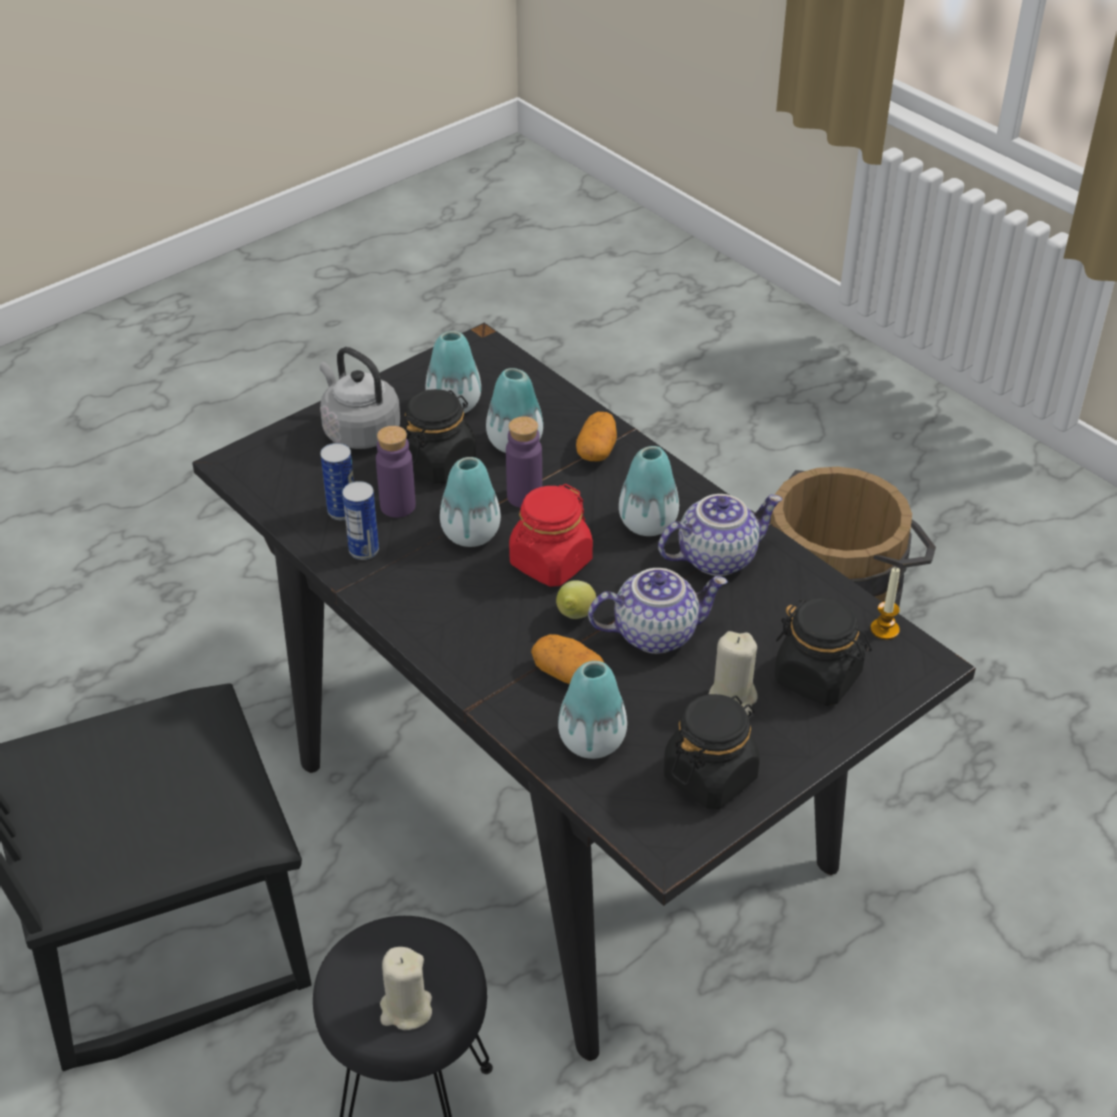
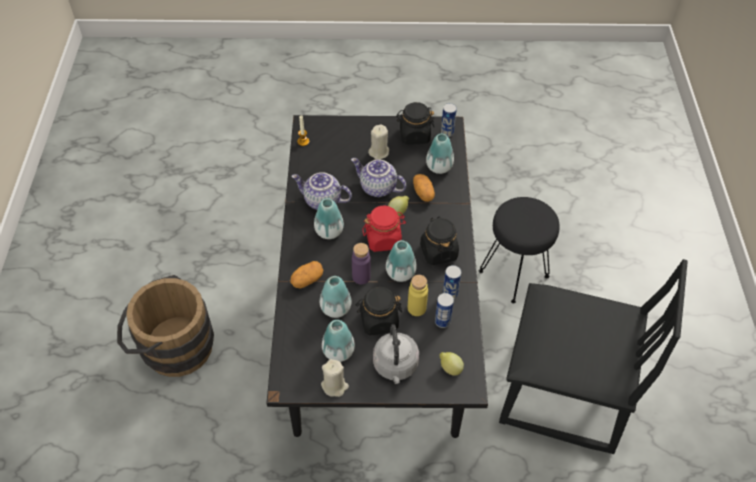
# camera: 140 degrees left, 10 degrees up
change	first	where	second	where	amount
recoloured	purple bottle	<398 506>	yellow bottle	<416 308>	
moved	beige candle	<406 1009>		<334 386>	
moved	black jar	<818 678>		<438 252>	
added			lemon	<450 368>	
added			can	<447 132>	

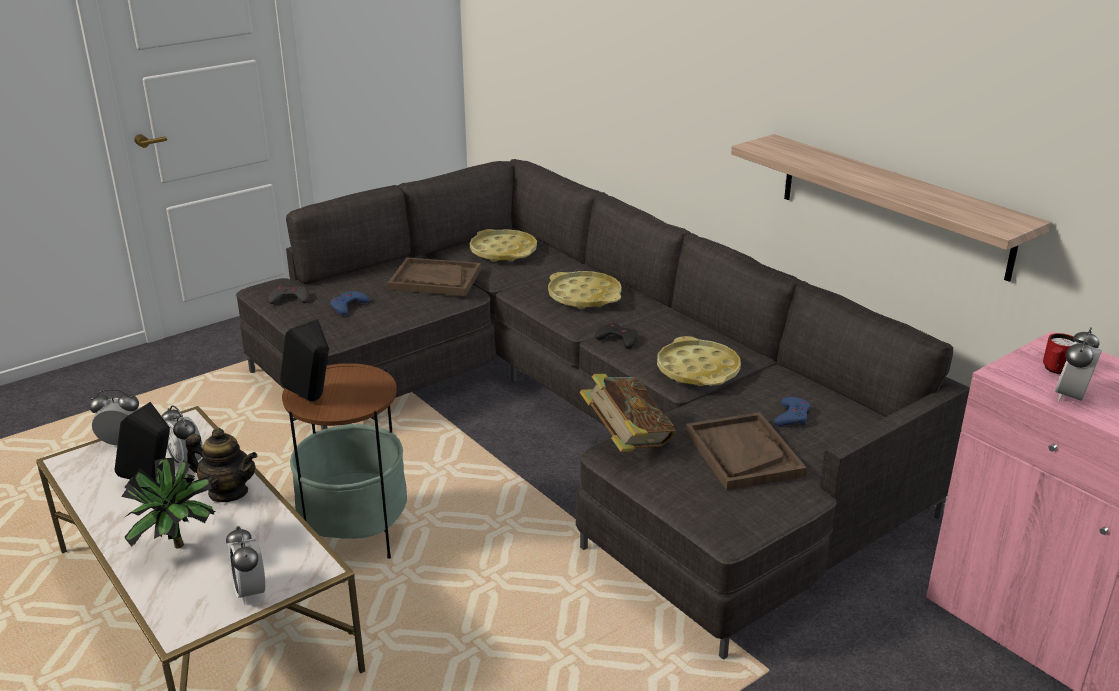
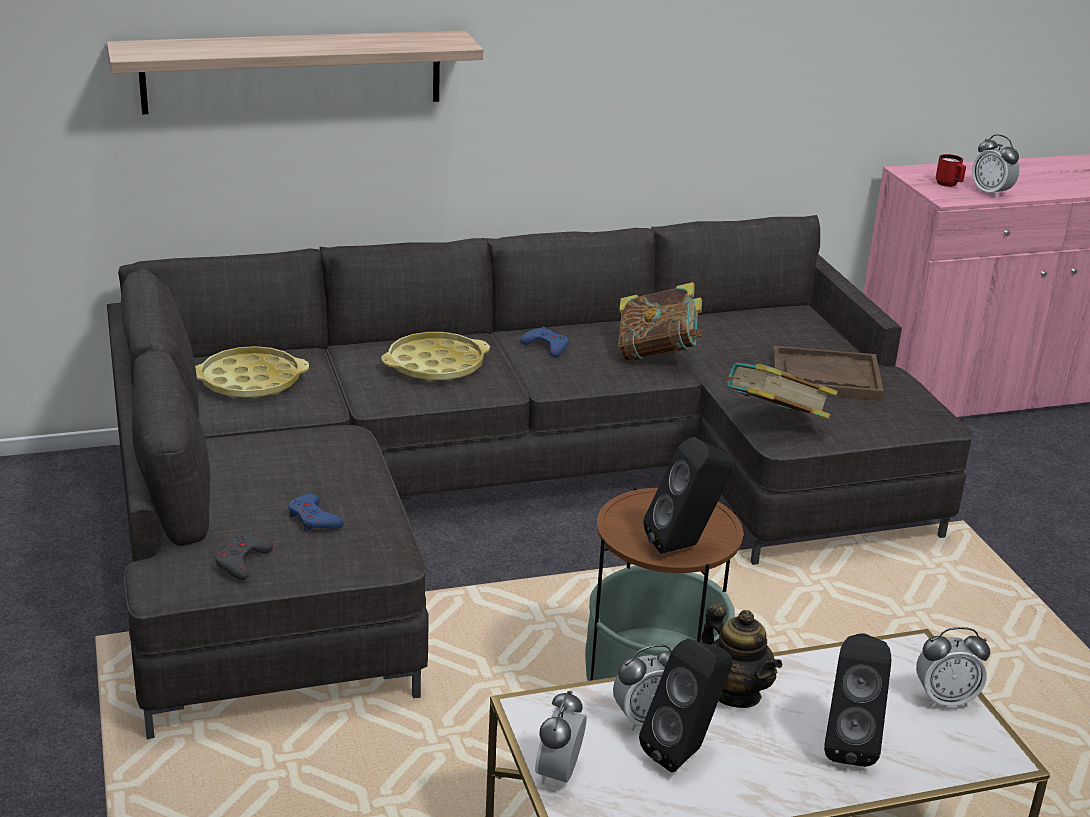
# camera: 70 degrees left, 0 degrees up
change	first	where	second	where	amount
replaced	potted plant	<178 550>	black speaker	<848 744>	
turned	teapot	<228 492>		<735 693>	105 degrees clockwise
removed	brown tray	<435 279>			
removed	black game controller	<618 339>			
replaced	yellow tray	<698 370>	book	<657 354>	
moved	shelf	<893 205>		<293 71>	
moved	blue game controller	<792 416>		<546 346>	

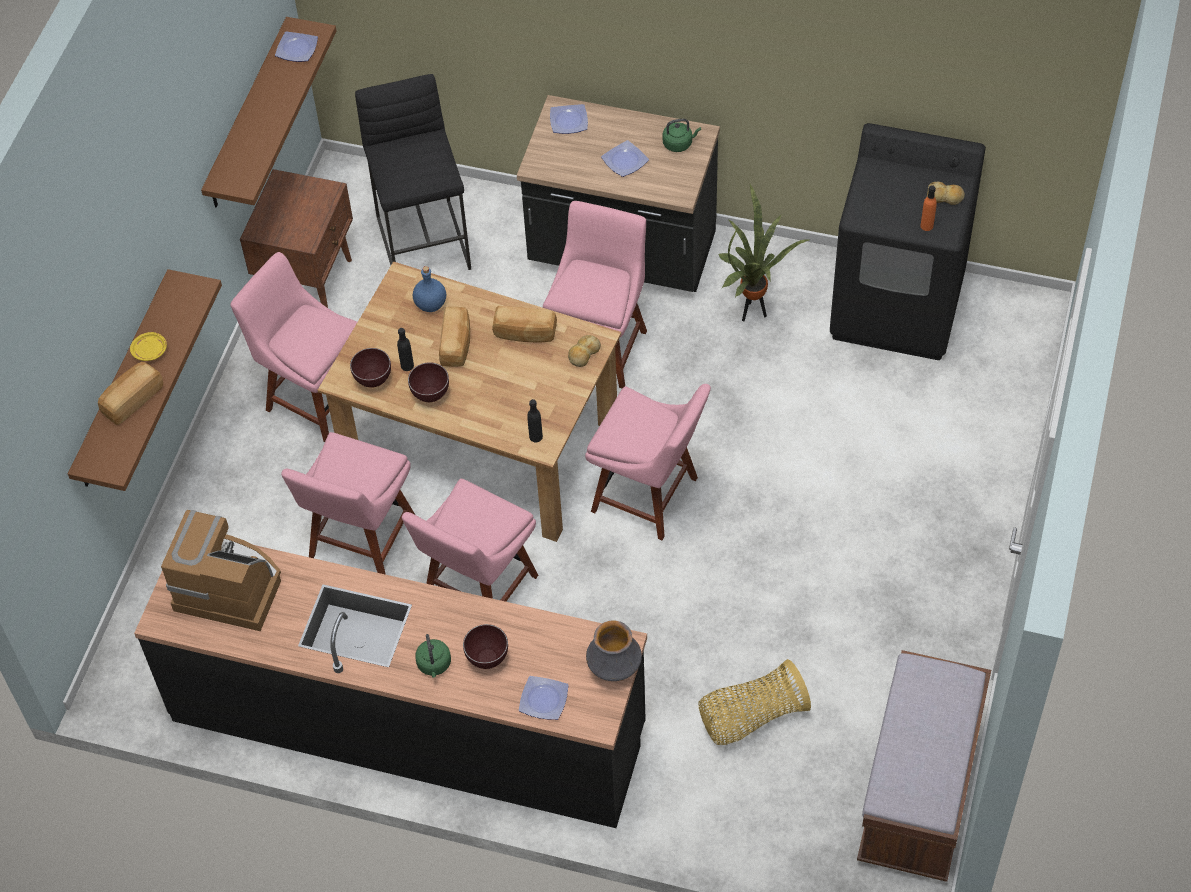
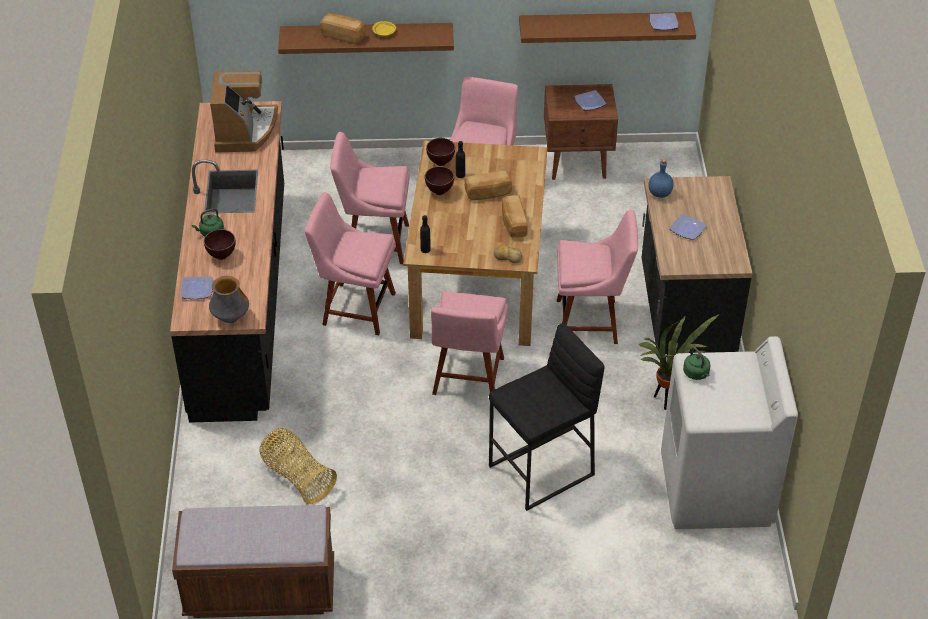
# camera: 70 degrees right, 10 degrees down
change	first	where	second	where	amount
moved	black stool	<425 243>		<542 471>	
moved	blue bottle	<431 305>		<659 193>	
moved	plate	<569 122>		<589 103>	
moved	green kettle	<679 143>		<696 374>	
recoloured	black washing machine	<898 306>	white washing machine	<716 490>	
removed	orange bottle	<926 226>			
removed	bread	<945 197>			

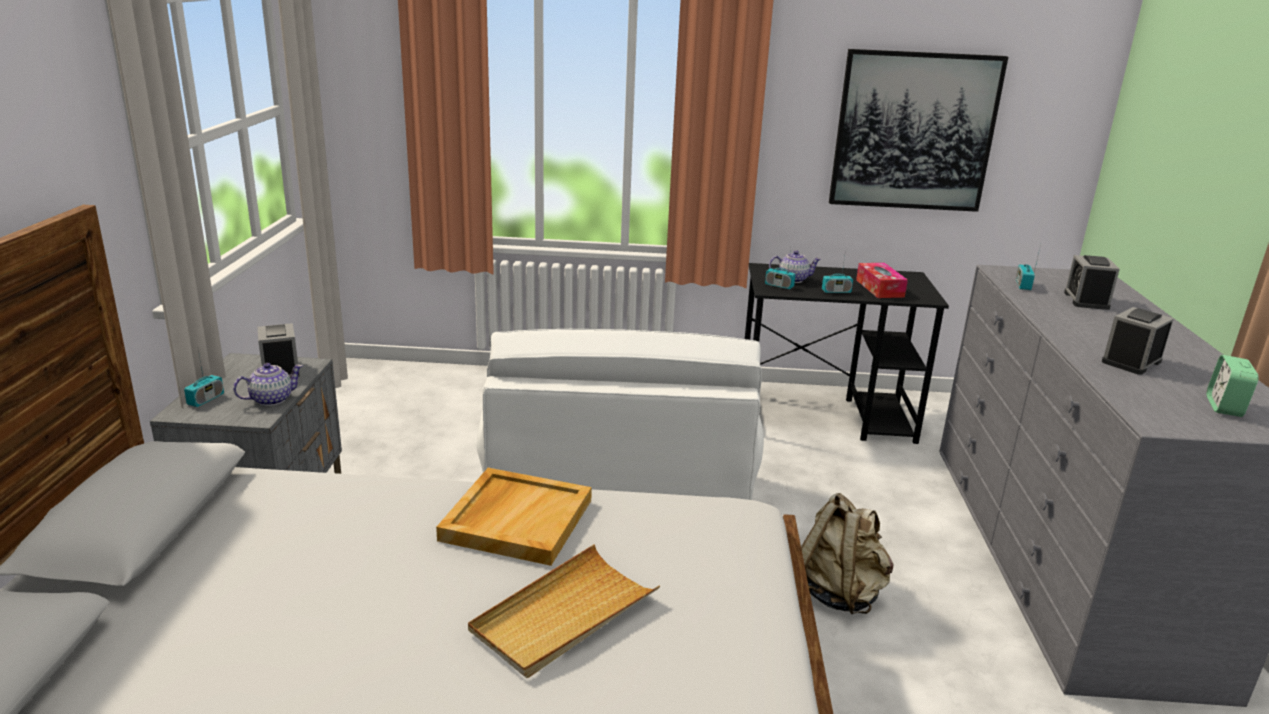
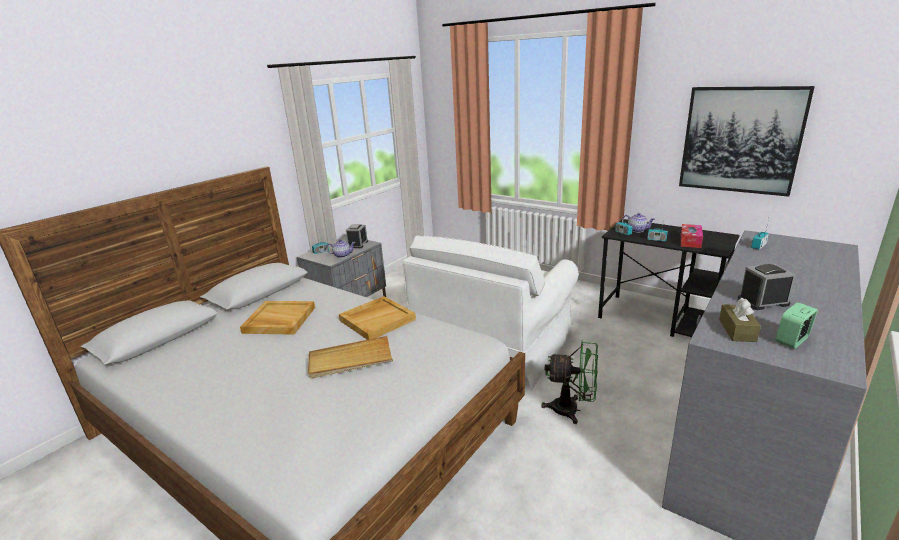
# camera: 35 degrees right, 0 degrees up
change	first	where	second	where	amount
replaced	beige backpack	<839 593>	green fan	<572 410>	
removed	alarm clock	<1086 300>			
added			beige tray	<279 320>	
added			brown tissue box	<737 330>	

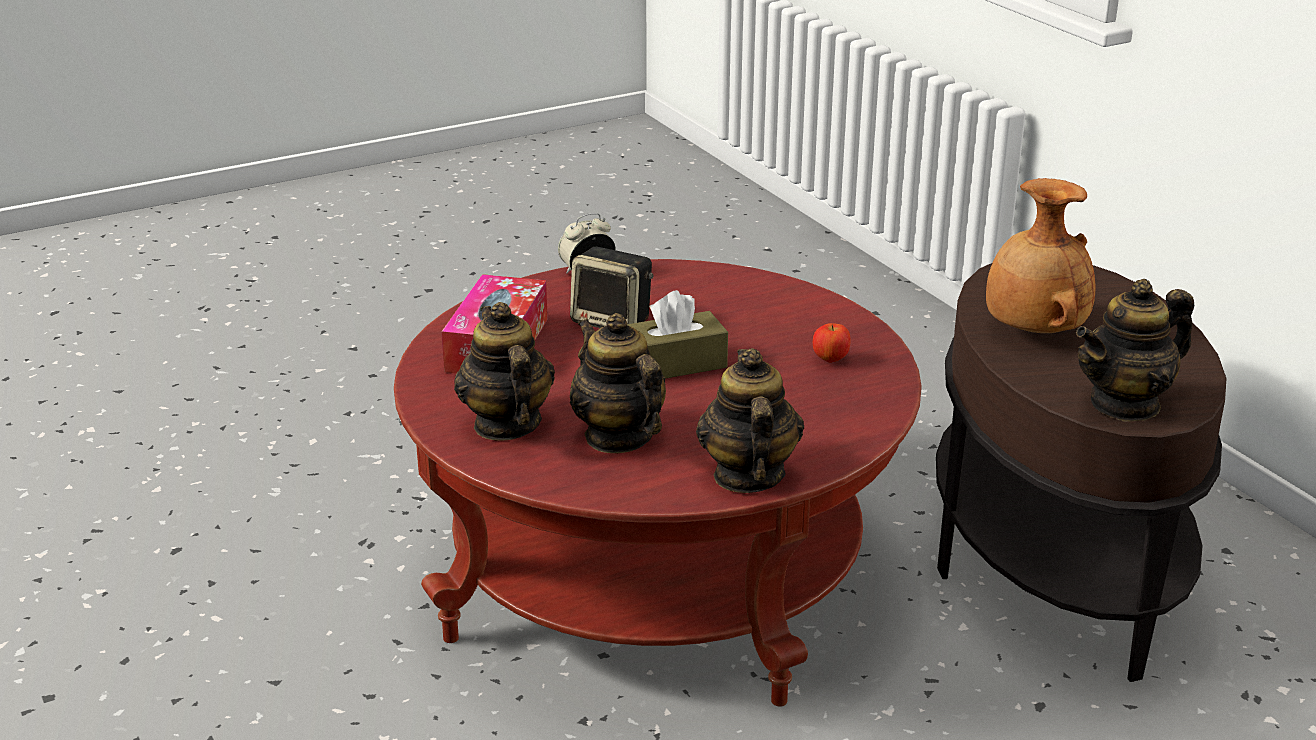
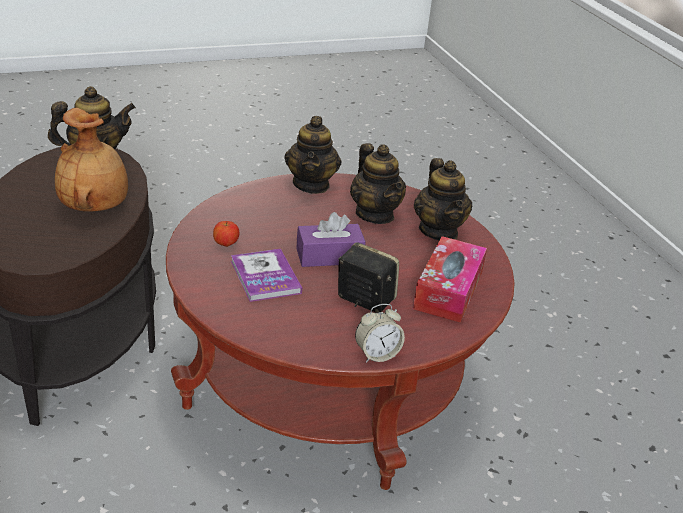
# camera: 175 degrees left, 5 degrees up
change	first	where	second	where	amount
recoloured	brown tissue box	<675 364>	purple tissue box	<329 256>	
added			book	<265 277>	

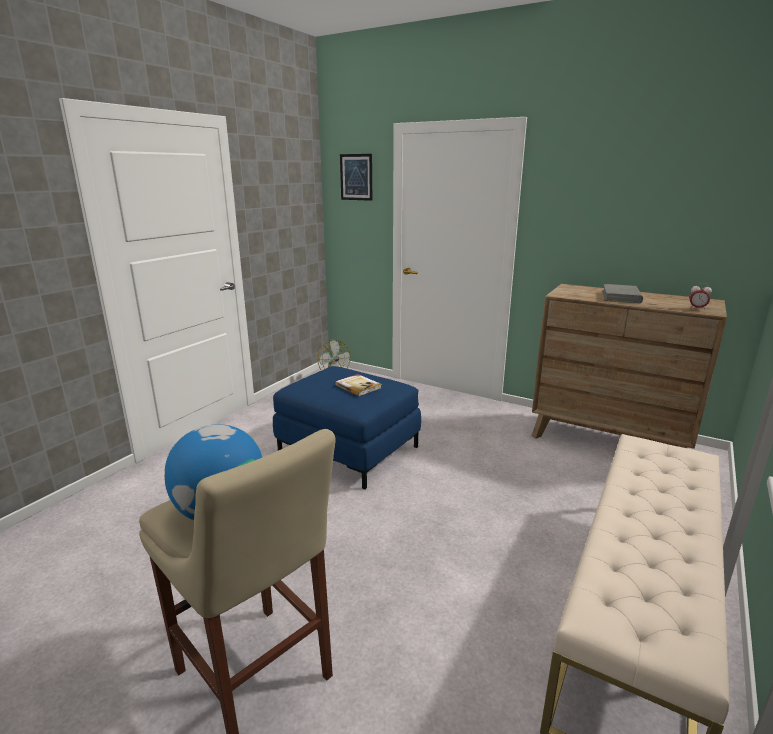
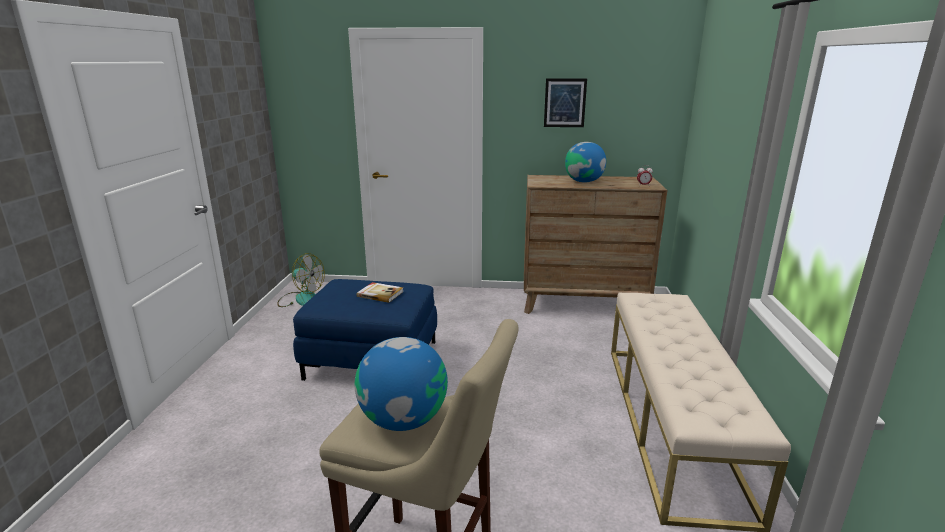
# camera: 25 degrees left, 0 degrees up
change	first	where	second	where	amount
moved	picture	<356 177>		<565 103>	
replaced	grey book	<621 297>	globe	<584 181>	

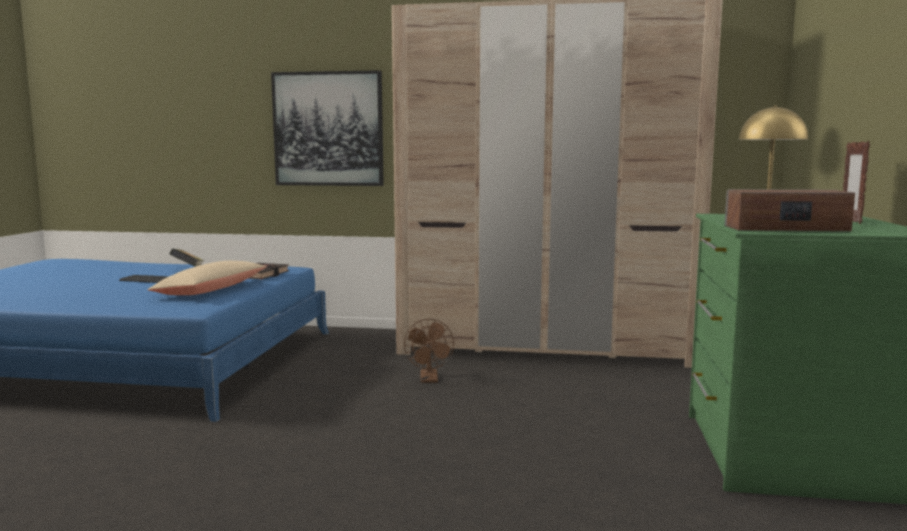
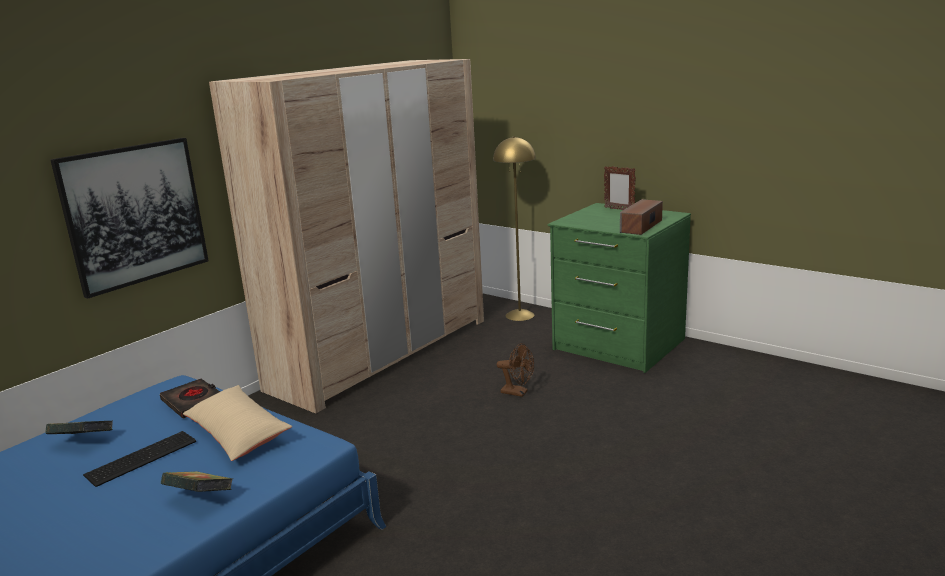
# camera: 60 degrees left, 10 degrees up
change	first	where	second	where	amount
moved	brown fan	<429 380>		<518 392>	
added			book	<200 498>	

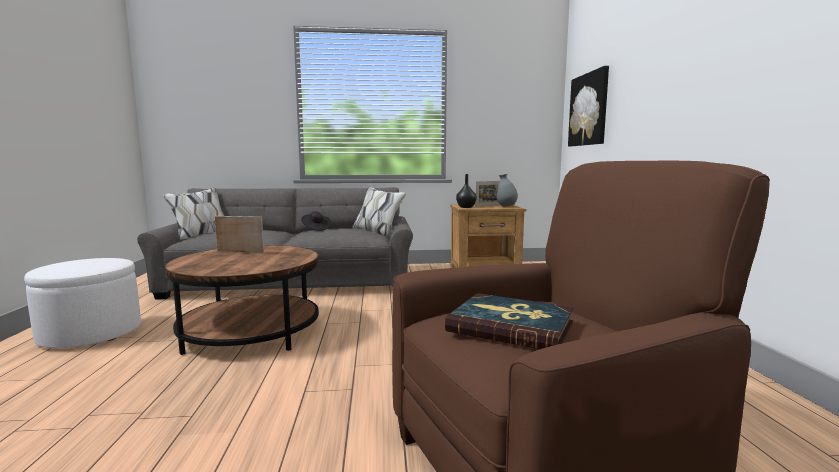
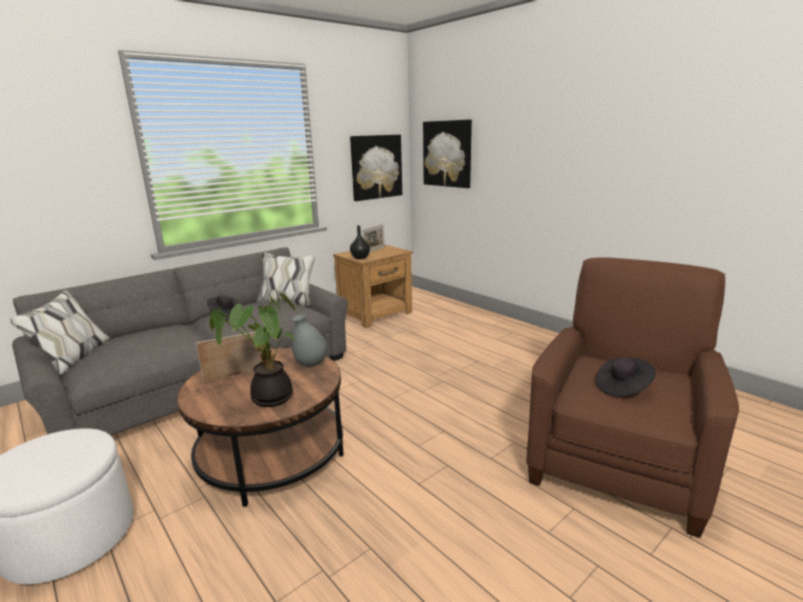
# camera: 35 degrees left, 10 degrees up
change	first	where	second	where	amount
replaced	book	<511 326>	black hat	<622 387>	
moved	grey vase	<506 206>		<311 364>	
added			potted plant	<268 398>	
added			picture	<376 167>	

